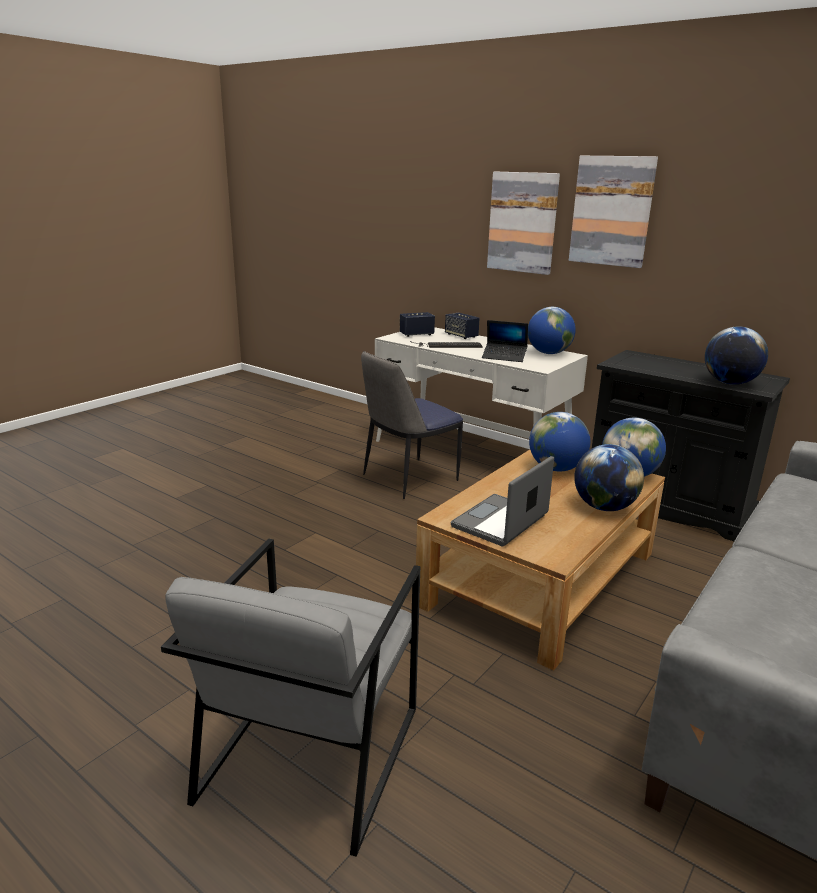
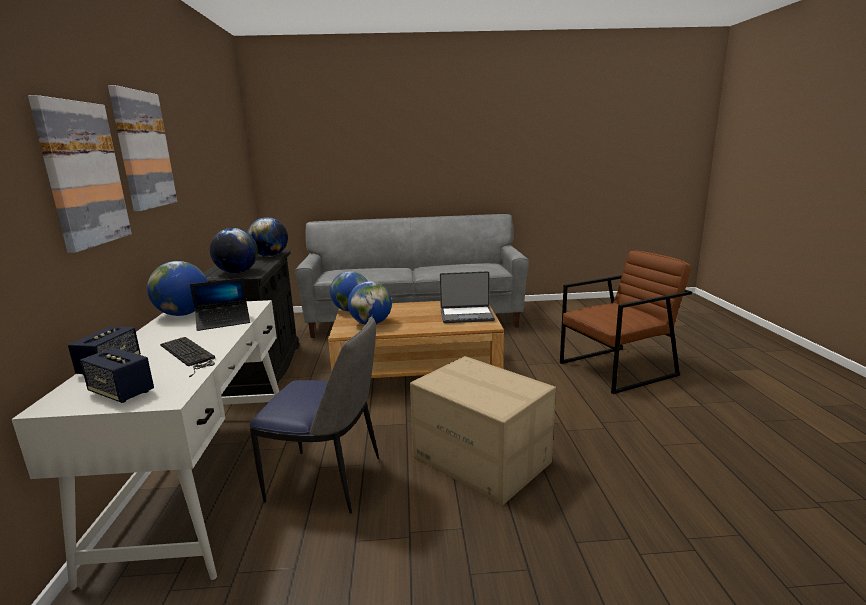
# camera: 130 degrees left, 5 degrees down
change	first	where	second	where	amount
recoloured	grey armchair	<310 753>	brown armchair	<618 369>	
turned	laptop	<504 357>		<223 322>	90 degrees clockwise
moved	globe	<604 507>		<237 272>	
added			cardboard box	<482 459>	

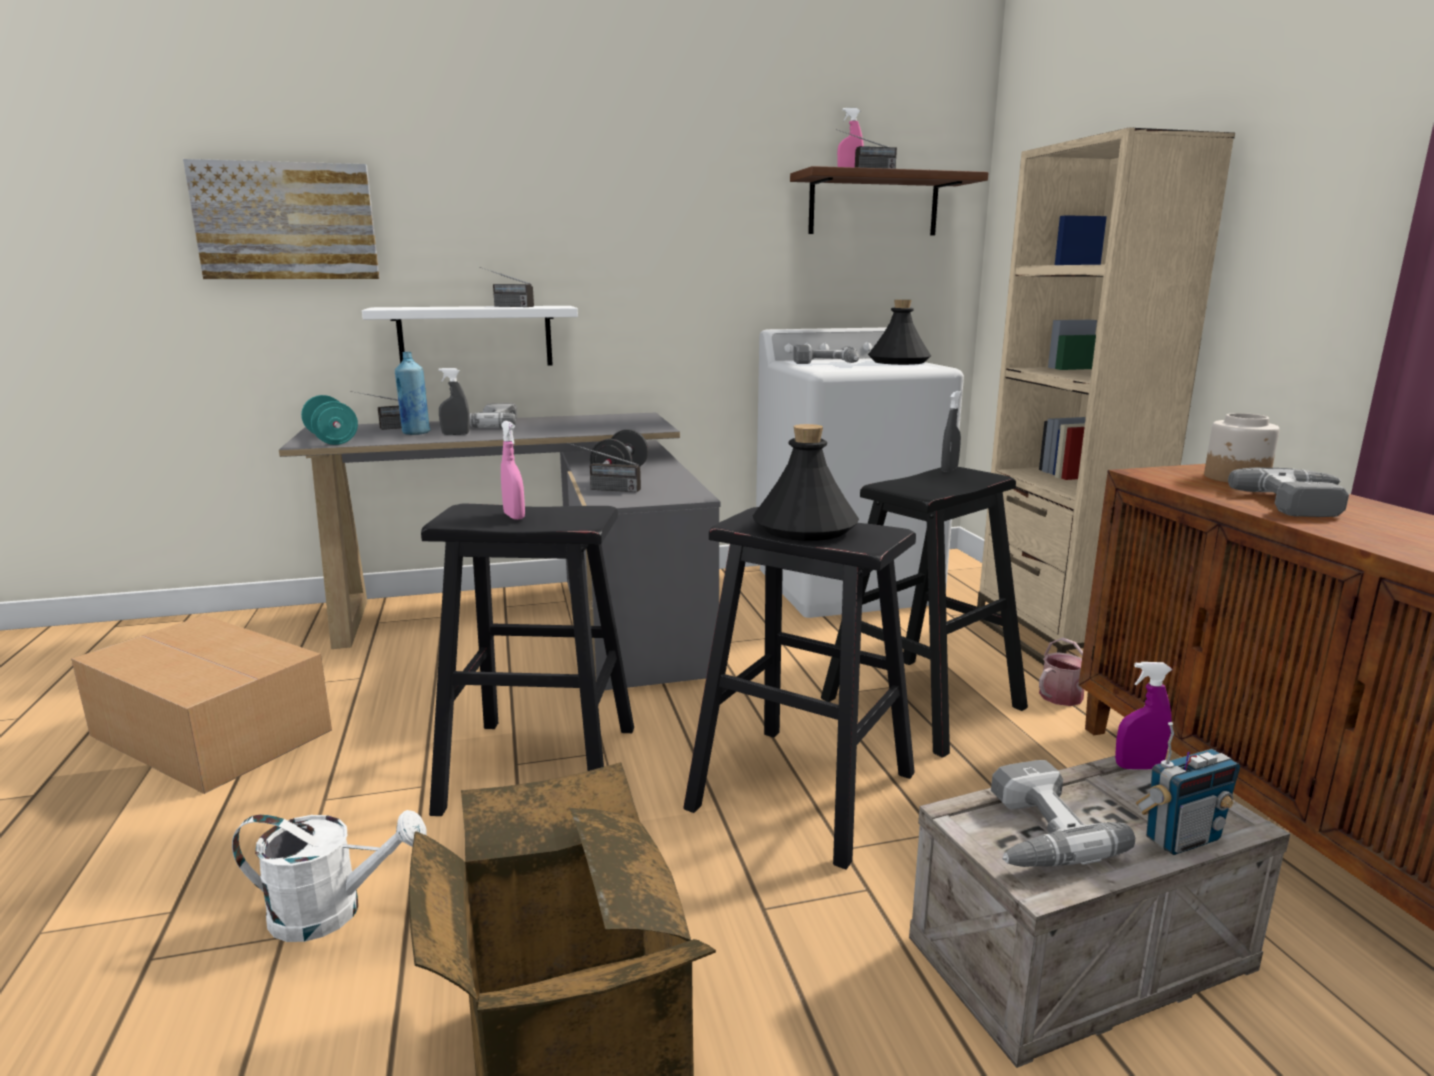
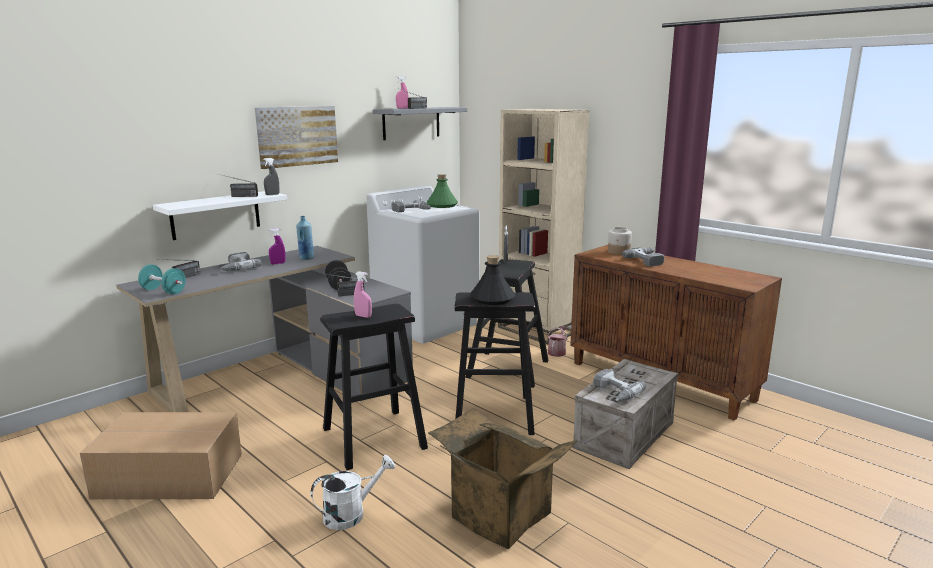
# camera: 30 degrees left, 0 degrees up
change	first	where	second	where	amount
moved	picture	<287 222>		<297 136>	
moved	blue bottle	<416 433>		<306 258>	
moved	grey spray bottle	<455 434>		<272 194>	
recoloured	brown shelf	<873 205>	grey shelf	<411 123>	
recoloured	black bottle	<898 362>	green bottle	<442 205>	
moved	purple spray bottle	<1138 767>		<278 263>	
removed	radio	<1181 838>			

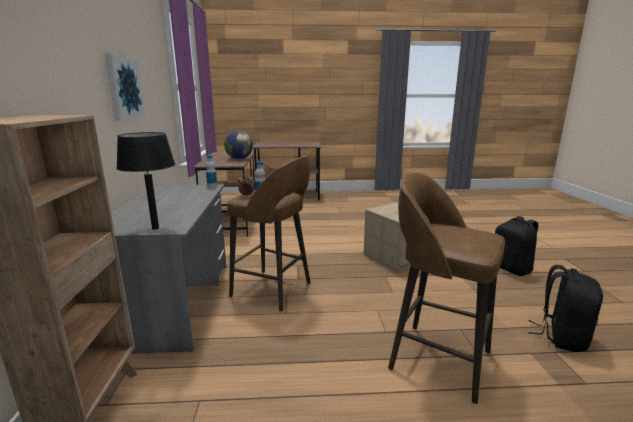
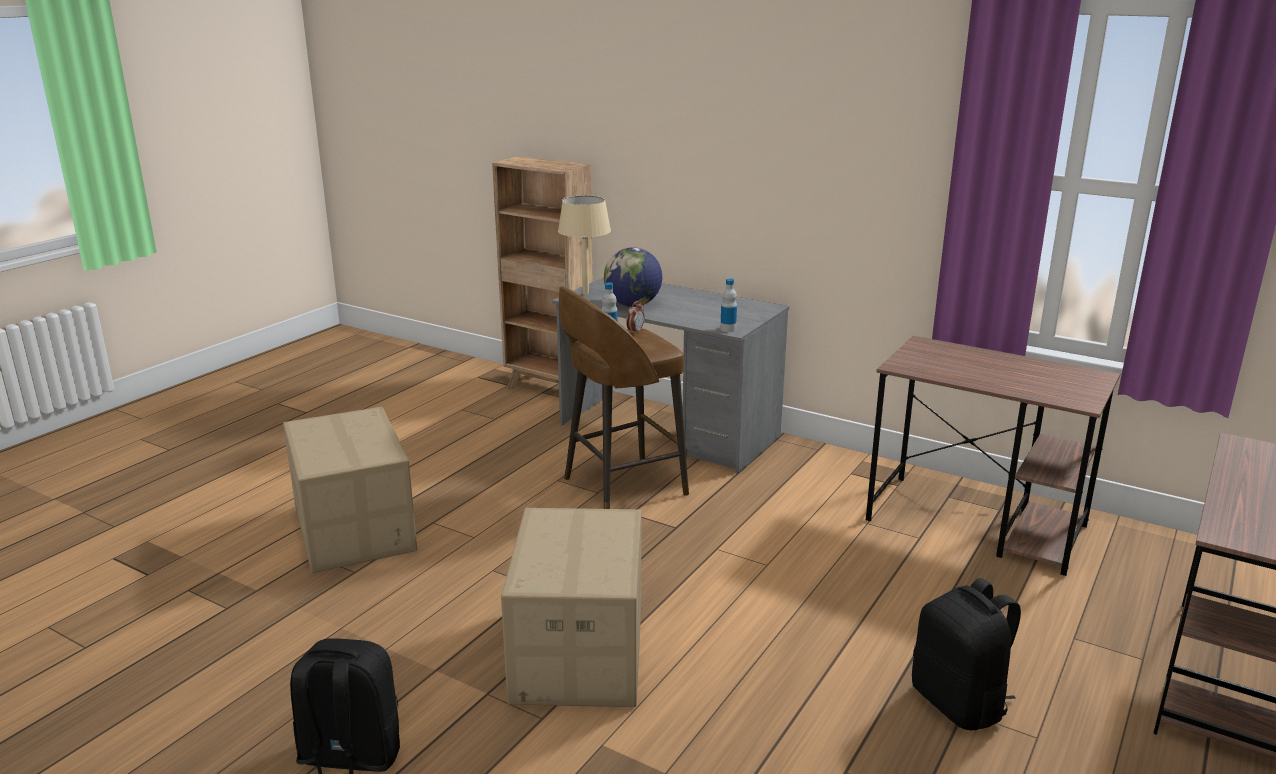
# camera: 125 degrees right, 5 degrees up
change	first	where	second	where	amount
removed	picture	<124 88>			
recoloured	black table lamp	<155 228>	beige table lamp	<585 293>	
moved	globe	<239 159>		<633 305>	
replaced	brown stool	<436 358>	cardboard box	<355 529>	
moved	black backpack	<561 337>		<960 703>	

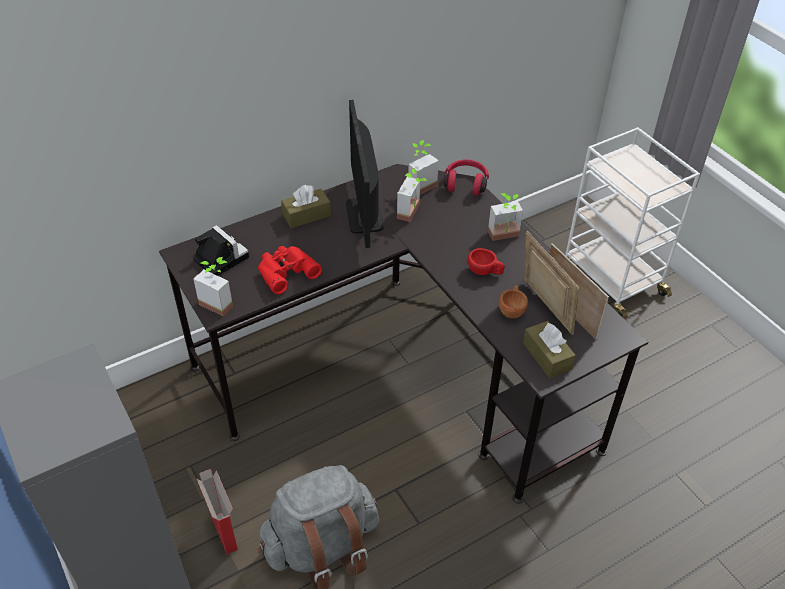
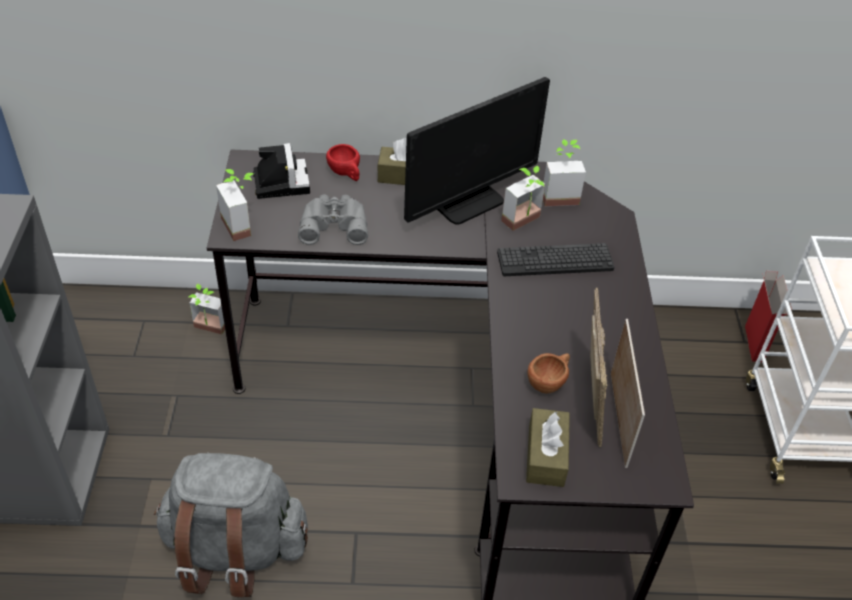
# camera: 30 degrees right, 0 degrees up
change	first	where	second	where	amount
moved	cardboard box	<225 533>		<754 344>	
recoloured	red binoculars	<285 271>	grey binoculars	<334 224>	
turned	monitor	<364 215>		<468 202>	150 degrees counterclockwise
removed	red headphones	<466 183>			
moved	red cup	<485 271>		<346 173>	
moved	potted plant	<505 237>		<208 330>	
added			keyboard	<555 261>	

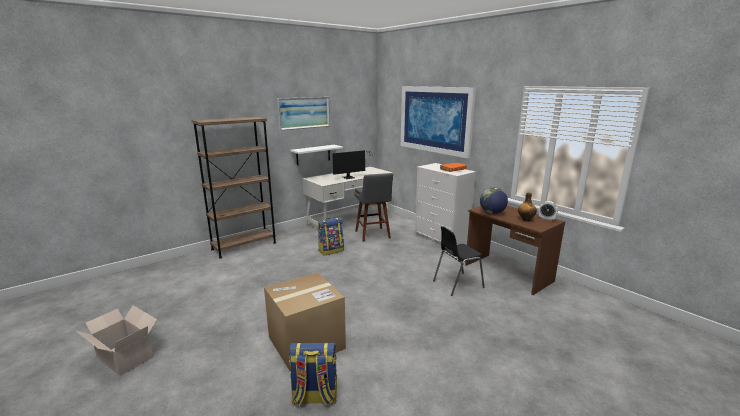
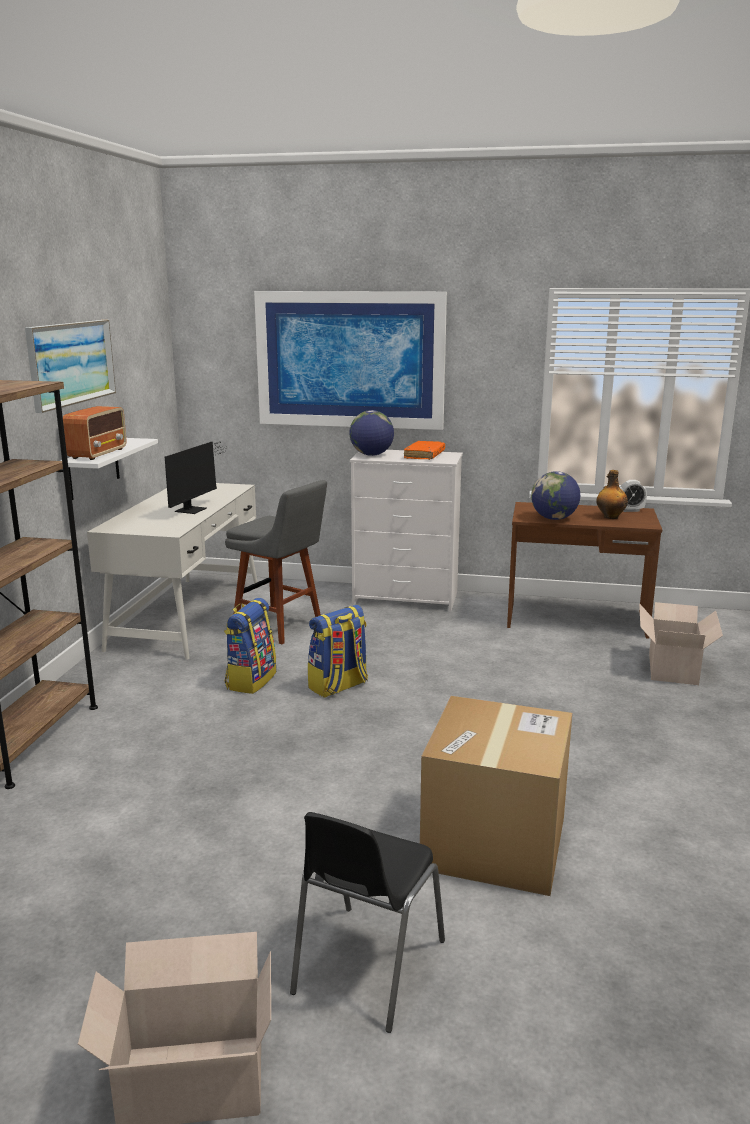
# camera: 40 degrees left, 0 degrees up
change	first	where	second	where	amount
moved	backpack	<314 397>		<338 686>	
moved	black chair	<457 284>		<367 967>	
added			radio	<98 453>	
added			globe	<371 455>	
added			cardboard box	<673 667>	

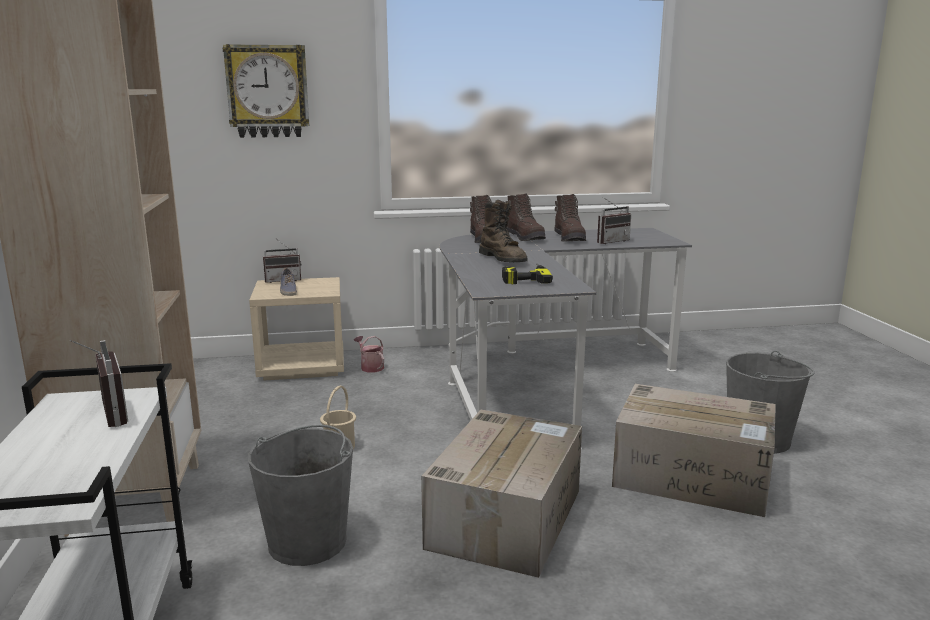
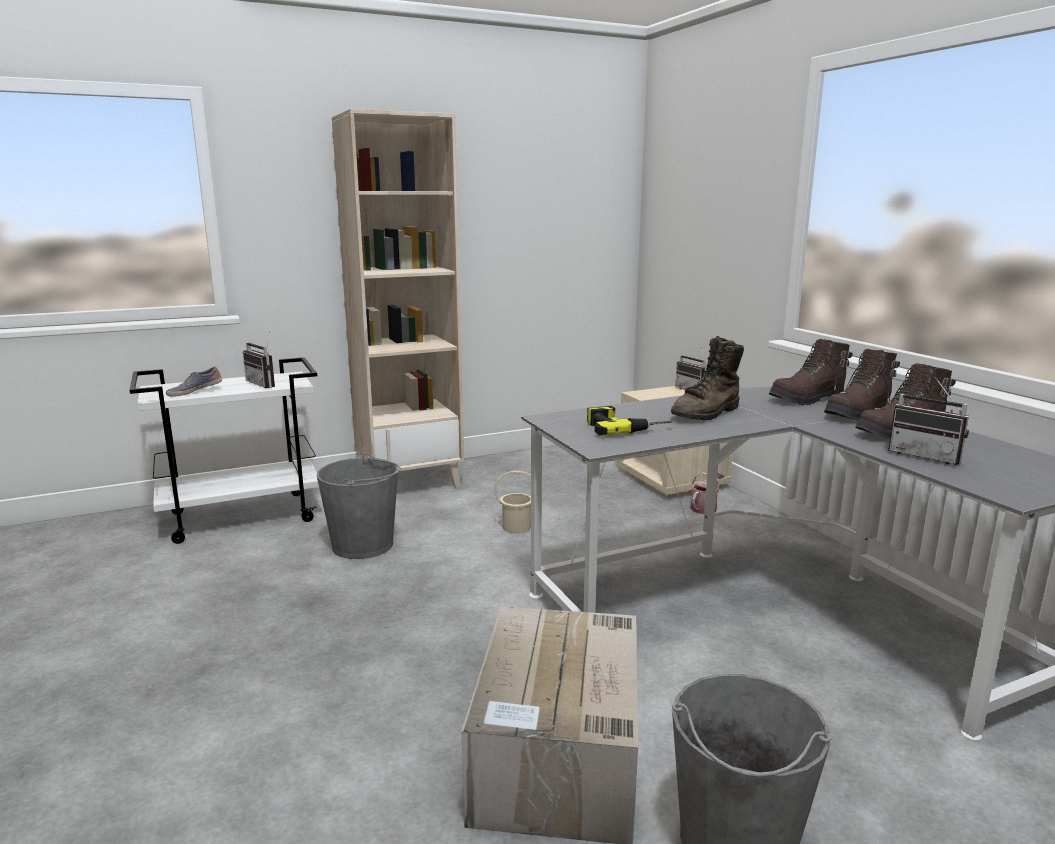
# camera: 75 degrees right, 0 degrees up
change	first	where	second	where	amount
turned	radio	<104 415>		<265 384>	90 degrees clockwise
removed	wall clock	<268 91>			
moved	shoe	<288 290>		<195 392>	
removed	cardboard box	<506 517>			

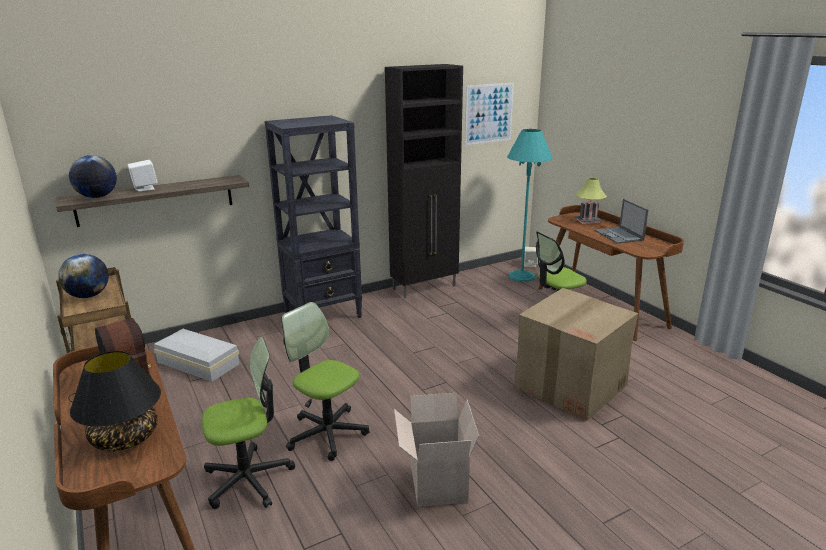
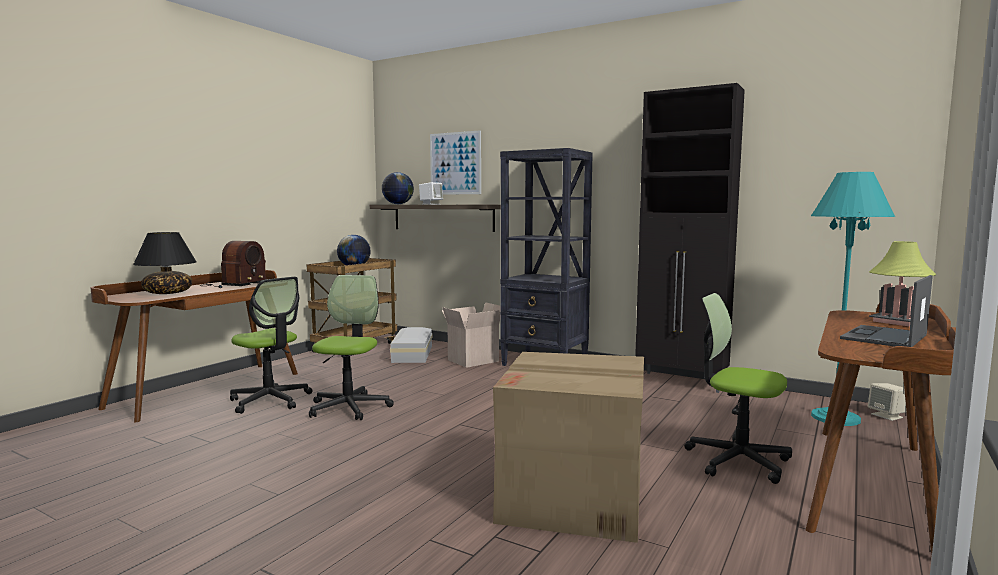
# camera: 60 degrees right, 15 degrees down
change	first	where	second	where	amount
moved	cardboard box	<436 483>		<473 360>	
moved	picture	<488 113>		<455 163>	

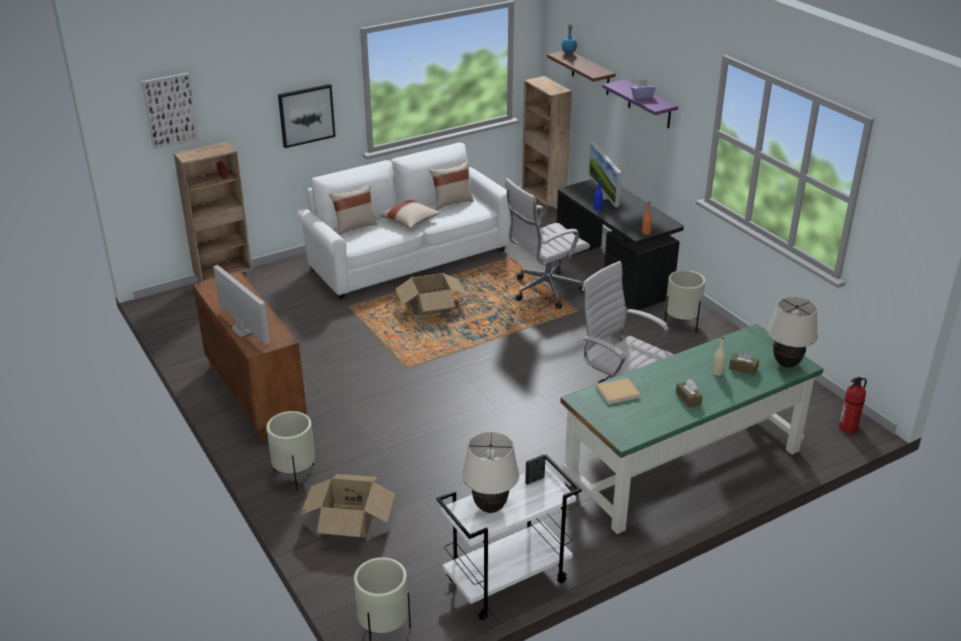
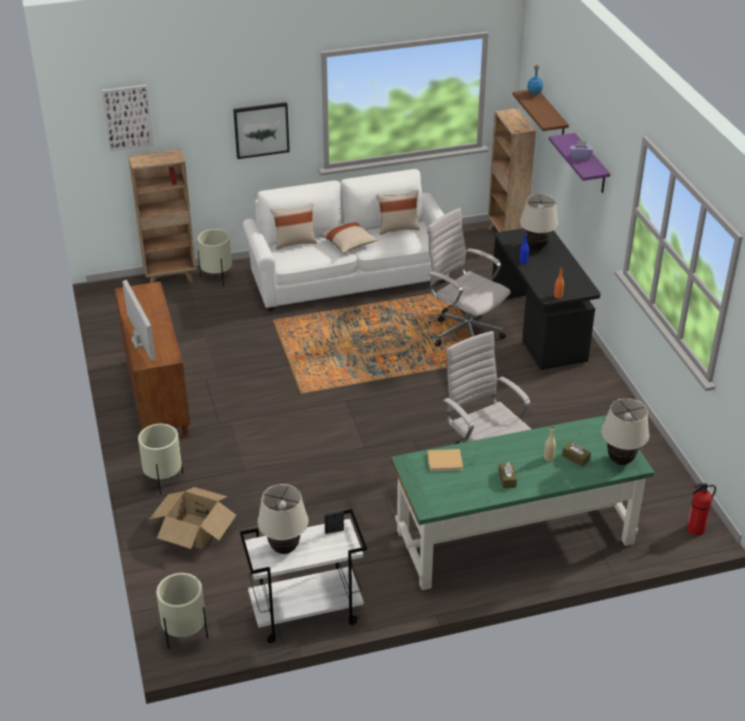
# camera: 15 degrees right, 5 degrees up
change	first	where	second	where	amount
removed	cardboard box	<431 306>			
turned	white office chair	<544 291>		<464 333>	60 degrees clockwise
replaced	monitor	<603 196>	beige table lamp	<536 247>	
moved	beige planter	<681 325>		<217 277>	

